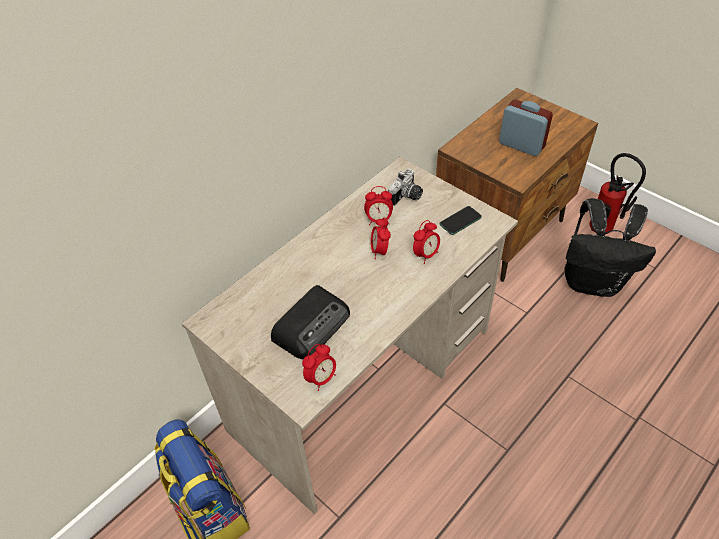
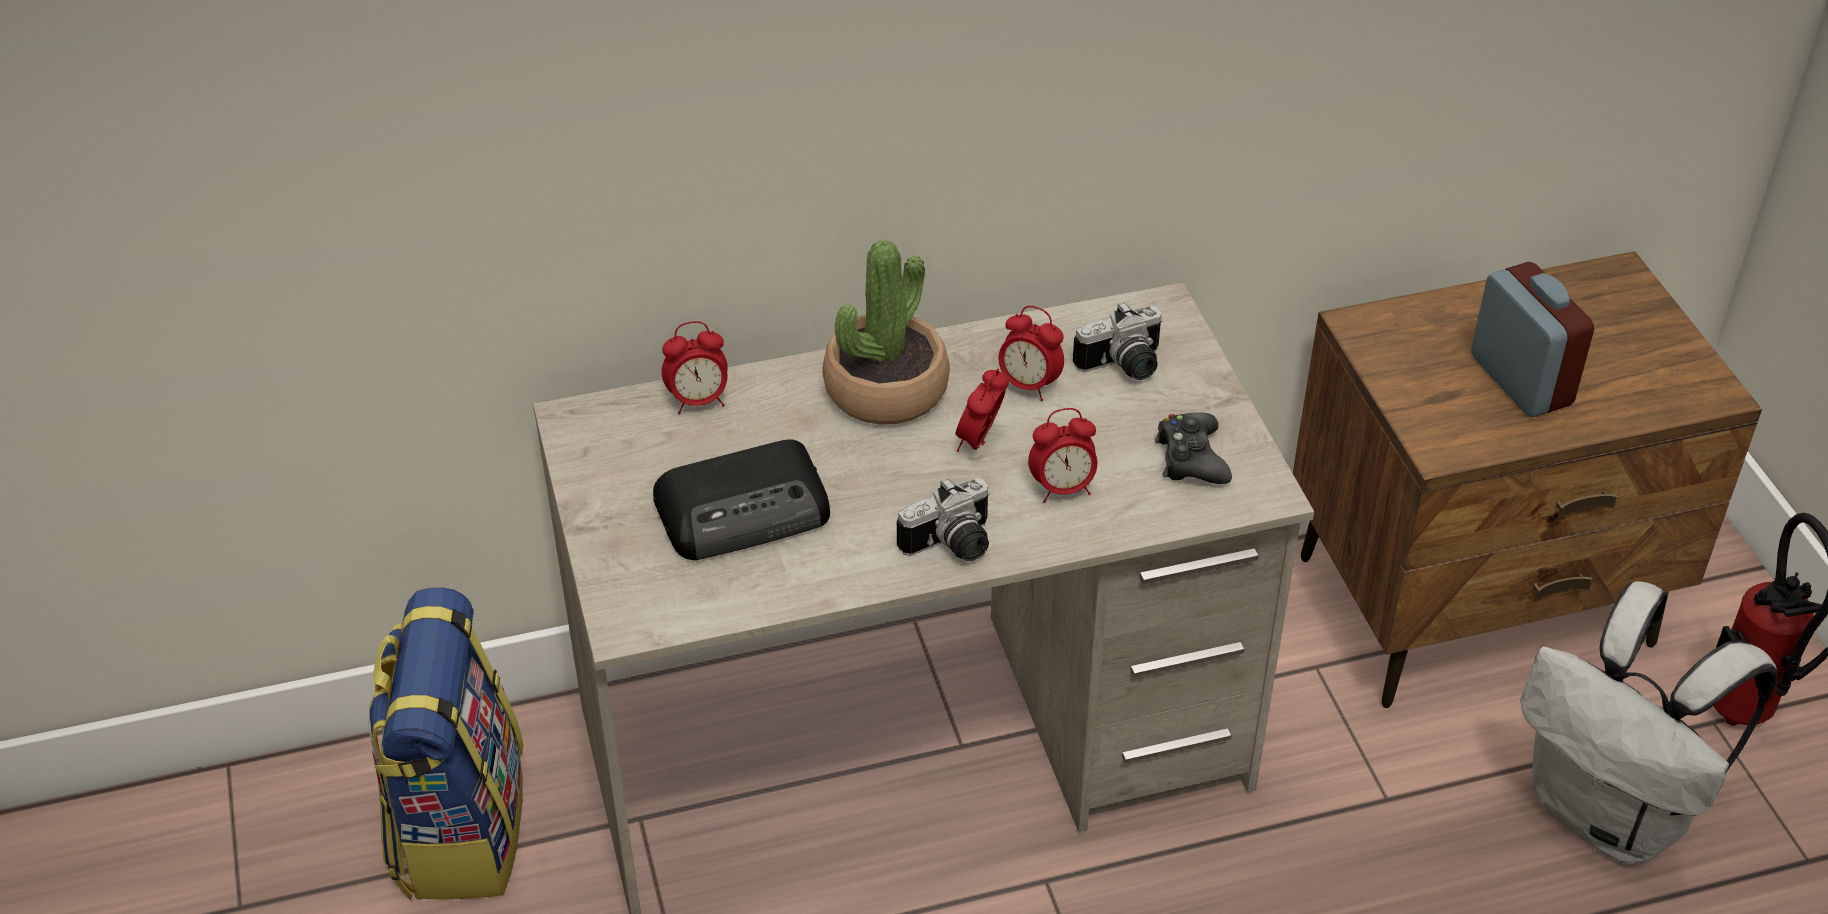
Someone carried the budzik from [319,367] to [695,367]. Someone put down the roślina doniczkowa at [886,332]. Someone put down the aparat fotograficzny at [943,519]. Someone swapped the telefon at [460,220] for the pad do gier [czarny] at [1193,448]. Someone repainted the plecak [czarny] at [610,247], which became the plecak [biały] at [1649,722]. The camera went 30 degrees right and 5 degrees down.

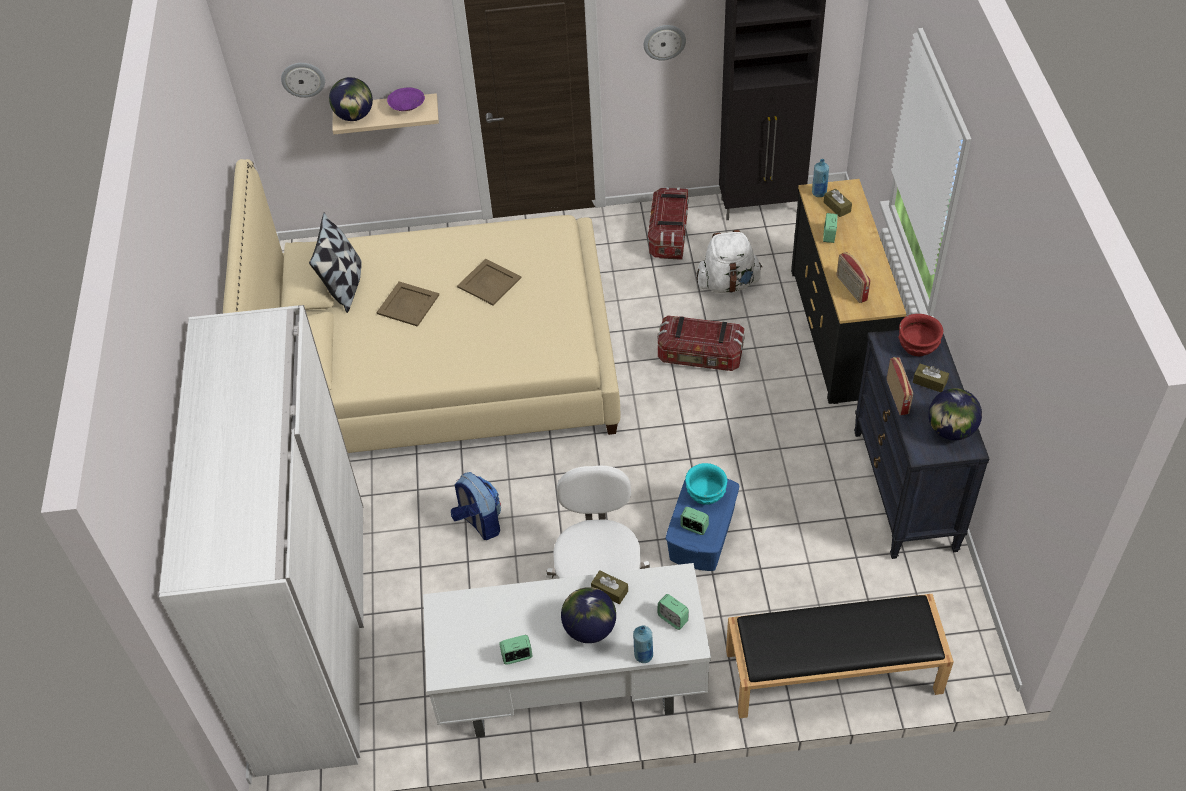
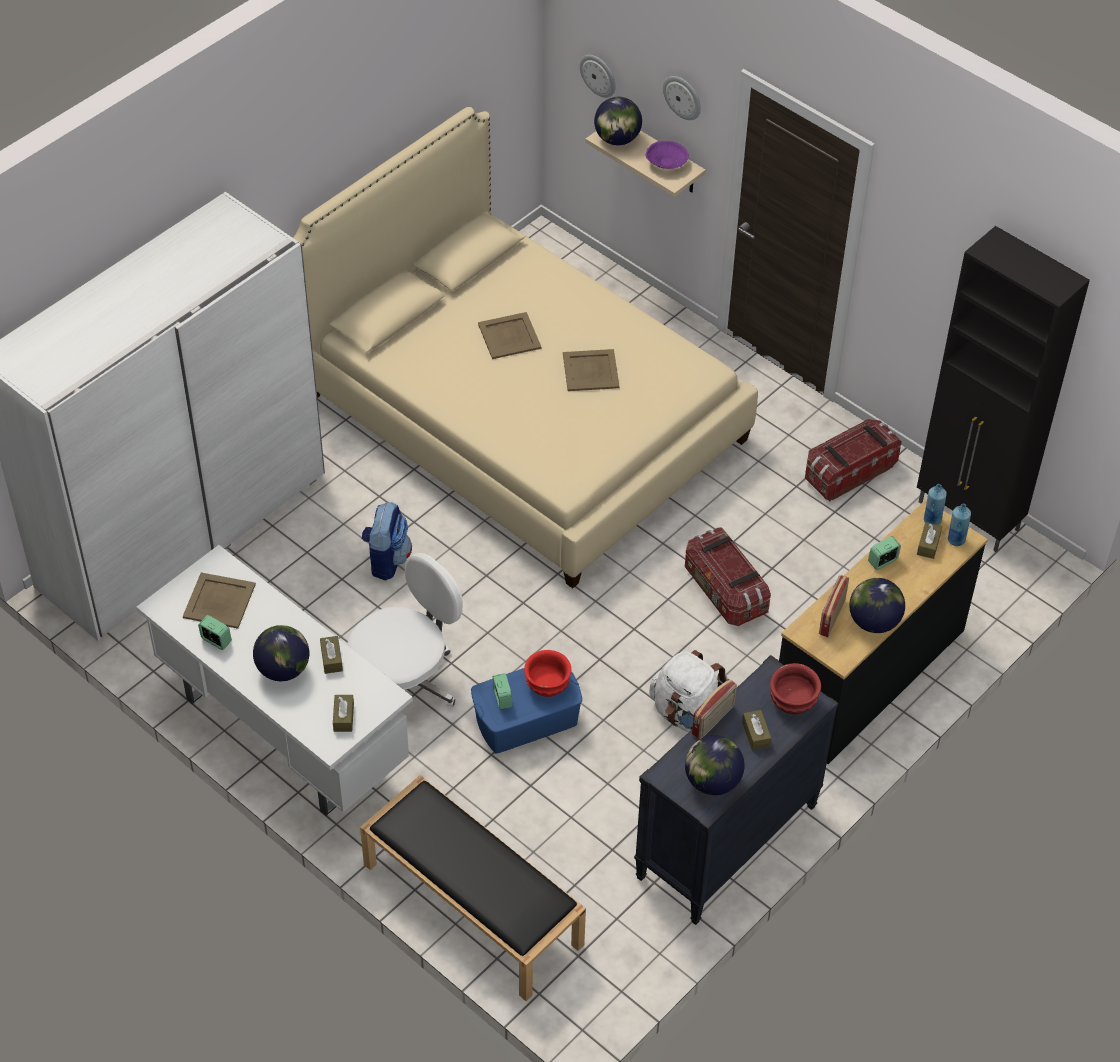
Someone put down the taca [beżowy] at [219,600]. Someone swapped the budzik at [673,612] for the pudełko chusteczek [brązowy] at [343,713]. Someone repainted the miska [turkusowy] at [706,484], which became the miska [czerwony] at [547,673]. Someone carried the plecak [biały] from [729,261] to [688,691]. Someone carried the zegar ścienny from [665,43] to [682,98]. Someone put down the globus at [877,605]. Someone carried the butelka [niebieski] from [643,644] to [959,525]. Someone took away the poduszka at [335,263]. The camera went 45 degrees right and 0 degrees up.

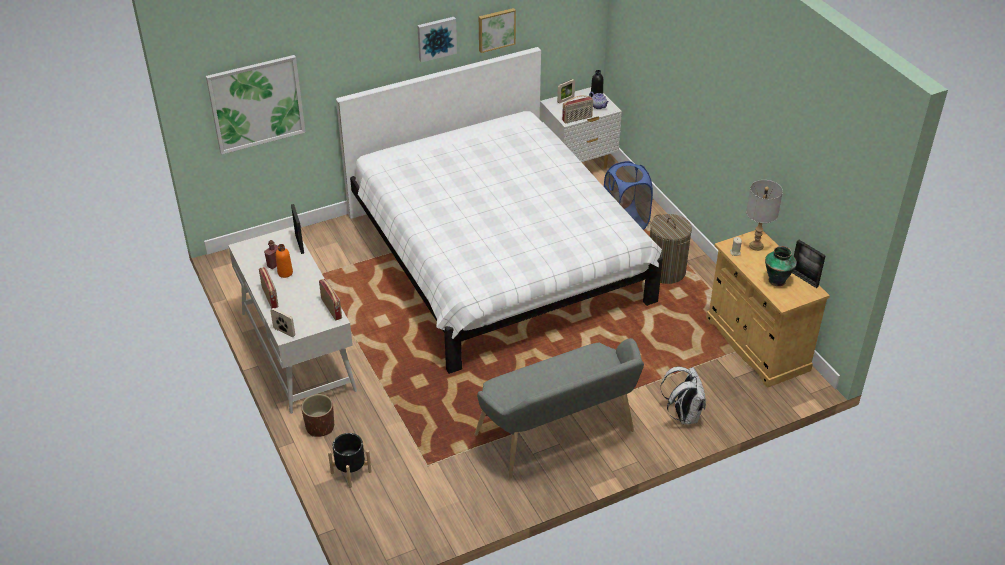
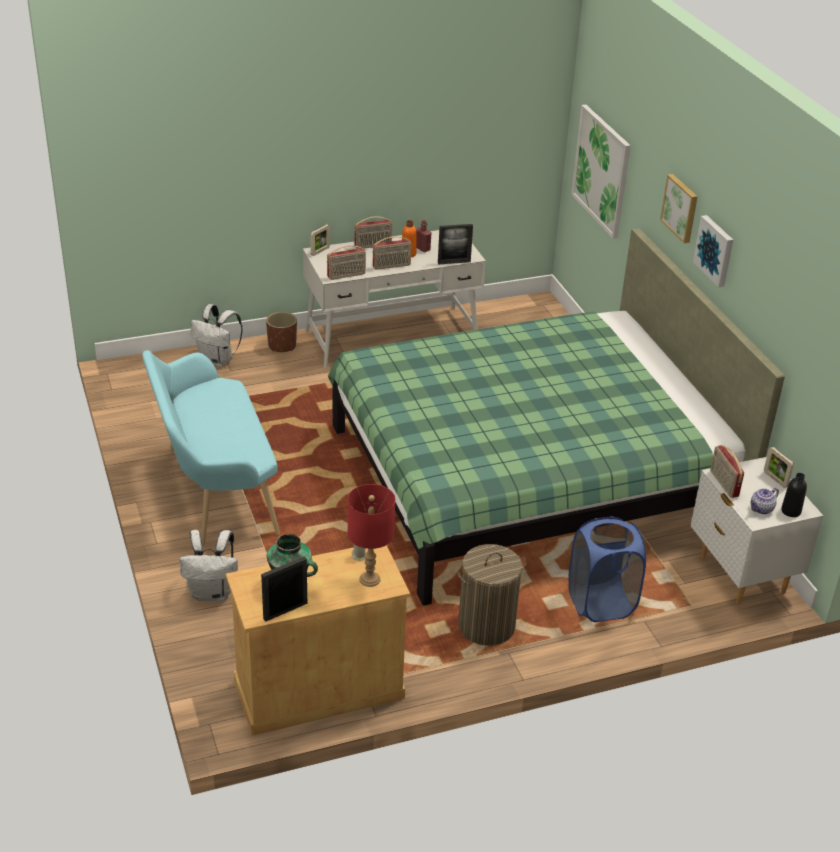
Someone repainted the ławka [szary] at [559,408], which became the ławka [turkusowy] at [211,448]. Someone swapped the donica [czarny] at [350,460] for the plecak [biały] at [217,335]. Someone repainted the łóżko [biały] at [499,210], which became the łóżko [zielony] at [556,417]. Someone repainted the lampa stołowa [szary] at [764,215], which became the lampa stołowa [czerwony] at [371,535]. Someone put down the radio at [391,253]. Someone carried the obraz from [497,30] to [679,208]. The camera went 95 degrees right and 5 degrees down.

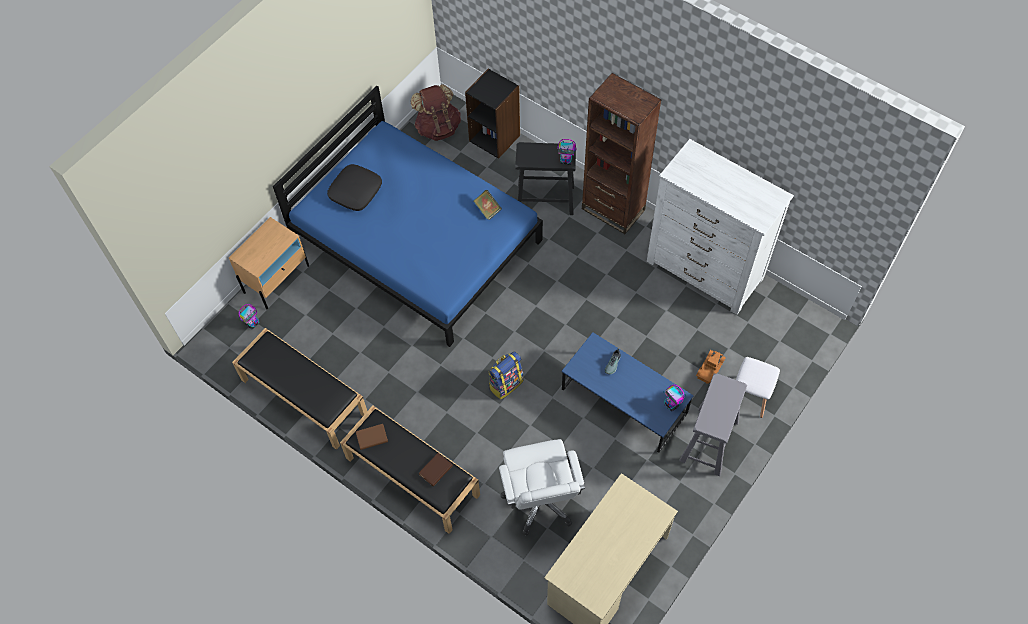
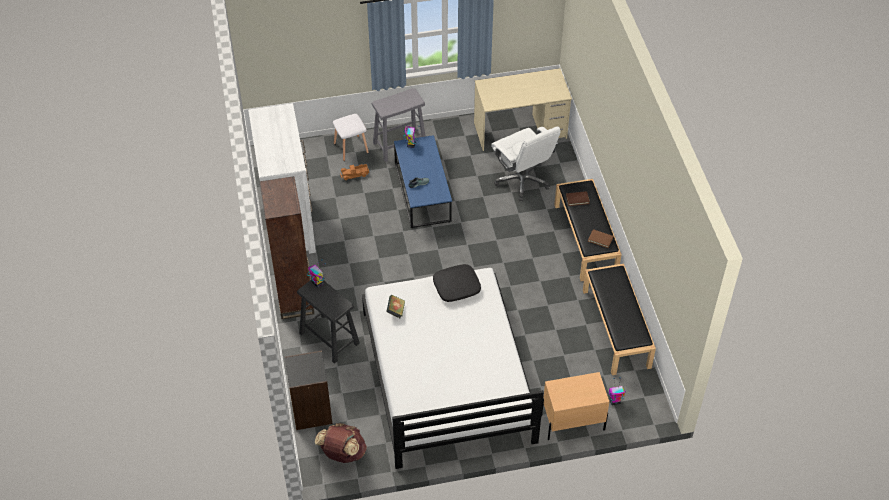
Someone repainted the łóżko [niebieski] at [408,216], which became the łóżko [biały] at [453,368]. Someone carried the poduszka [czarny] from [354,187] to [457,283]. Someone rotated the krzesło biurowe [biały] at [542,487] by 120 degrees clockwise. Someone took away the plecak at [506,376]. The camera went 140 degrees left and 10 degrees down.

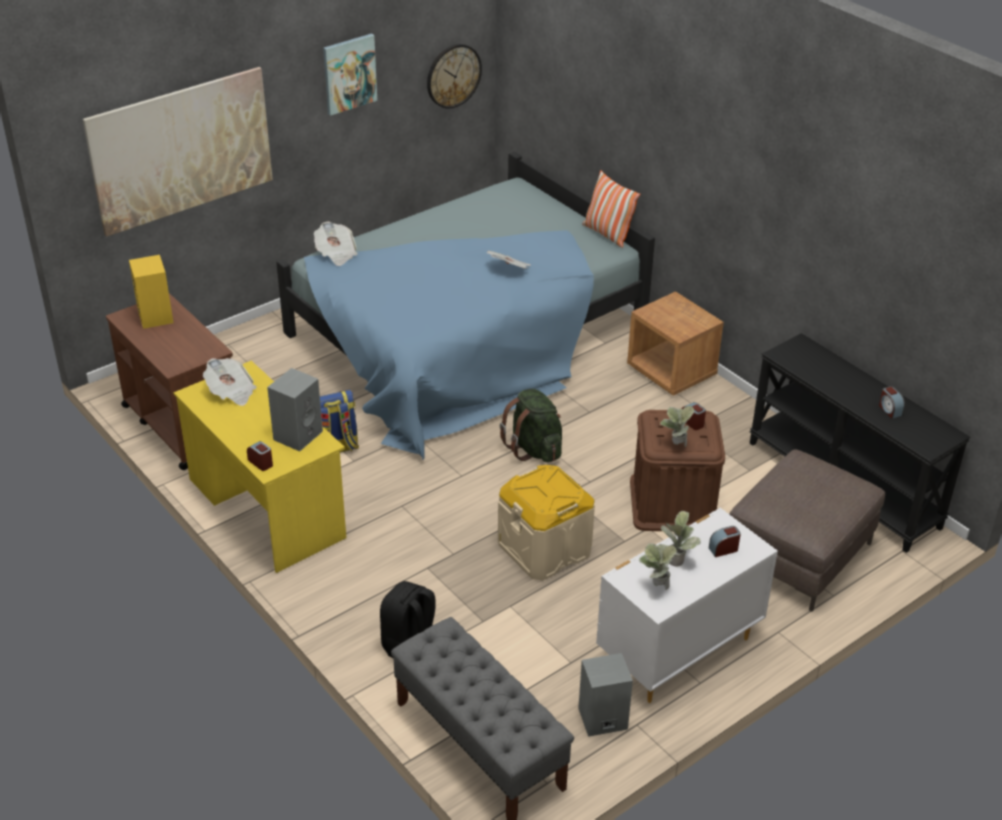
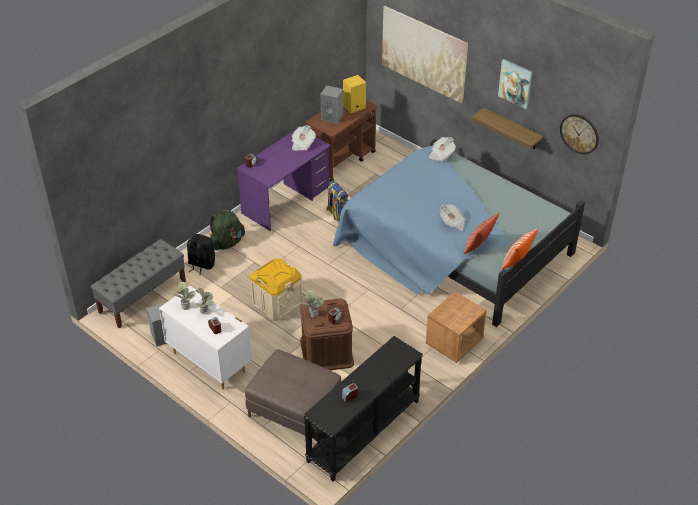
Someone carried the plecak [zielony] from [531,425] to [227,230]. Someone repainted the biurko [żółty] at [259,467], which became the biurko [fioletowy] at [284,179]. Someone carried the głośnik [szary] from [295,410] to [332,104]. Someone put down the poduszka at [481,233]. Someone put up the półka at [507,128]. The camera went 80 degrees right and 5 degrees up.

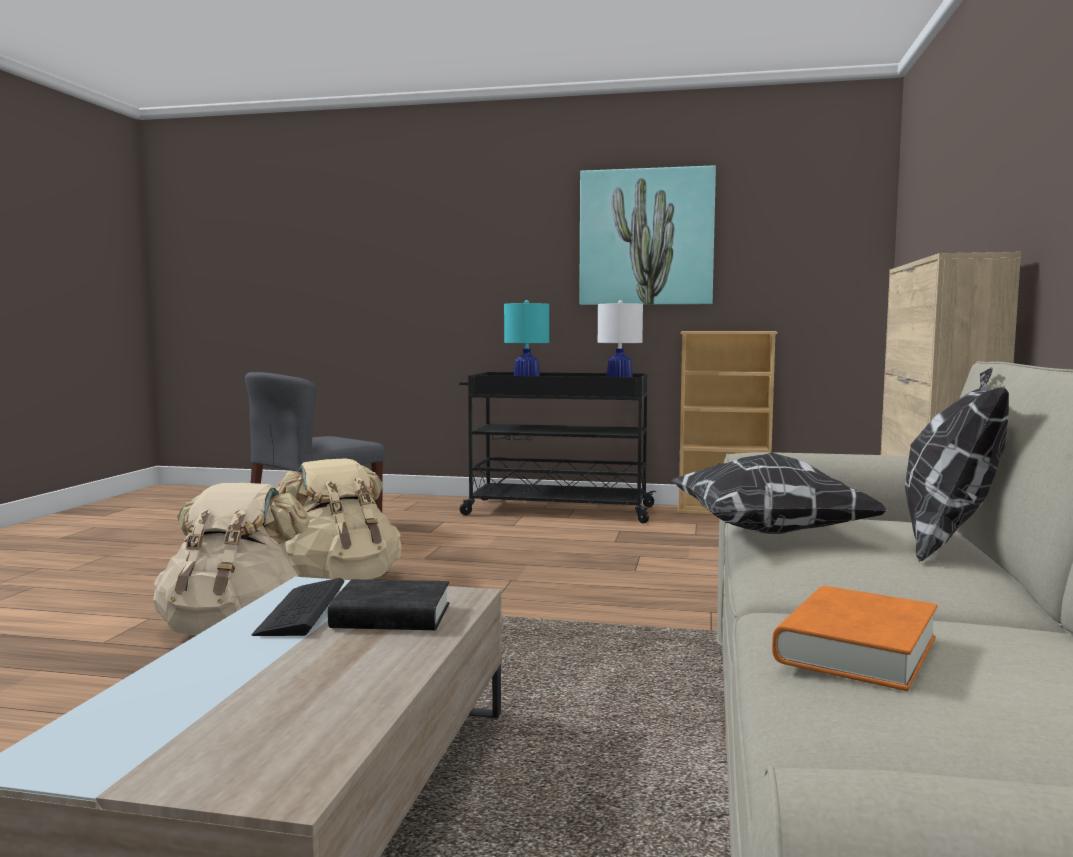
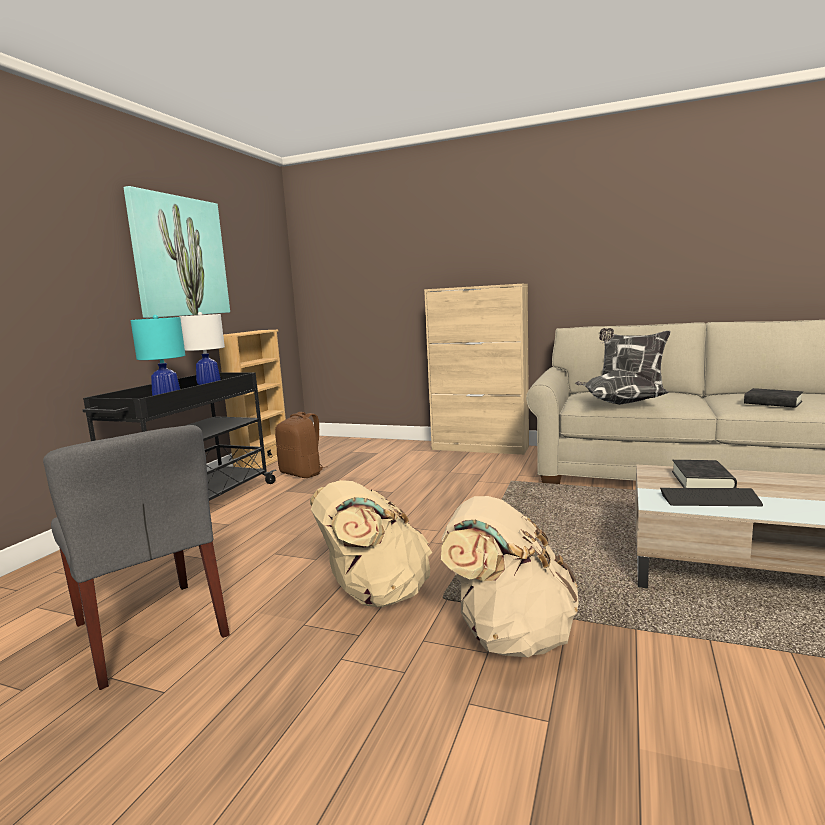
Someone put down the plecak [brązowy] at [301,445]. Someone repainted the książka [pomarańczowy] at [855,638], which became the książka [czarny] at [773,398]. The camera went 80 degrees left and 5 degrees up.

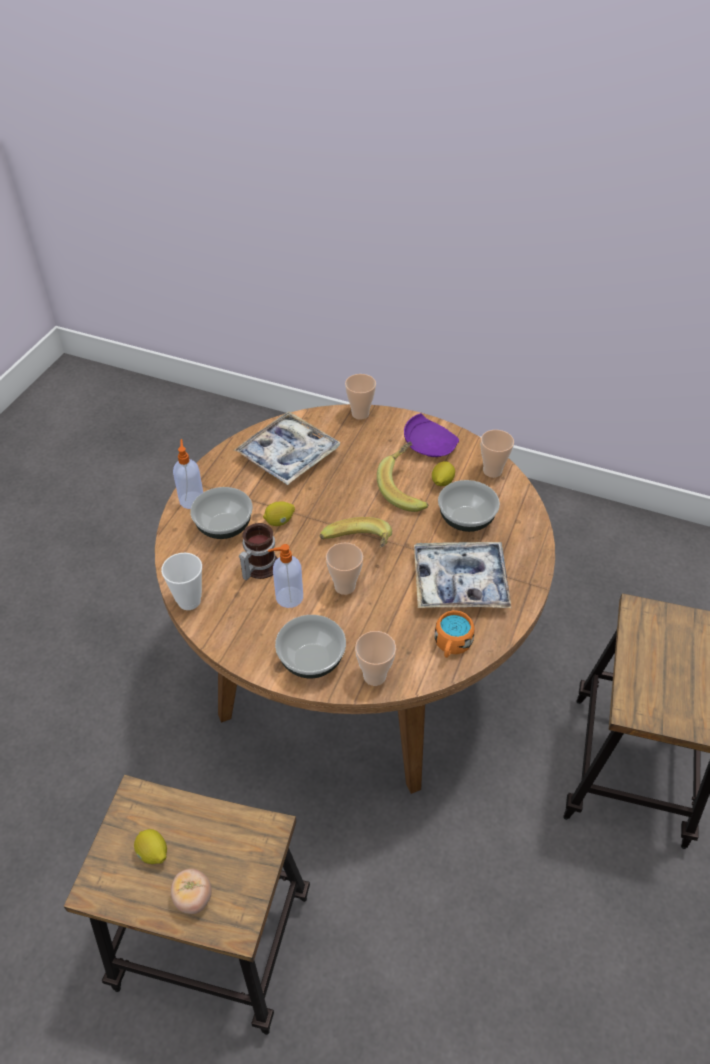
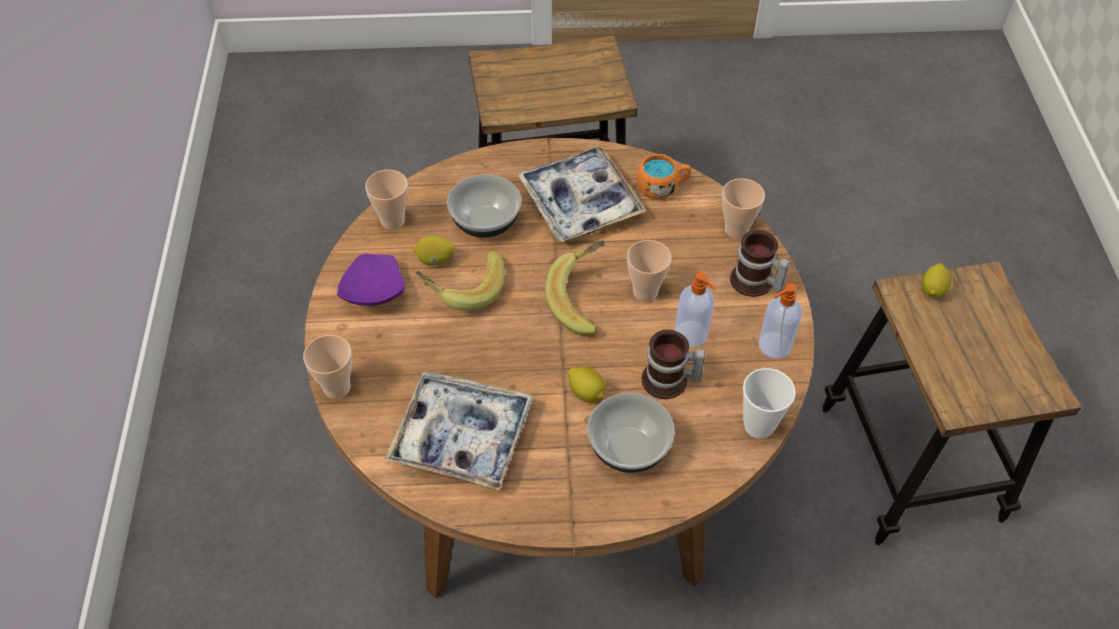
Someone swapped the miska at [310,646] for the kubek at [760,263]. Someone carried the dozownik mydła from [188,474] to [780,321]. Someone carried the cytryna from [150,846] to [937,280]. Someone took away the pomidor at [191,891]. The camera went 115 degrees left and 5 degrees up.

